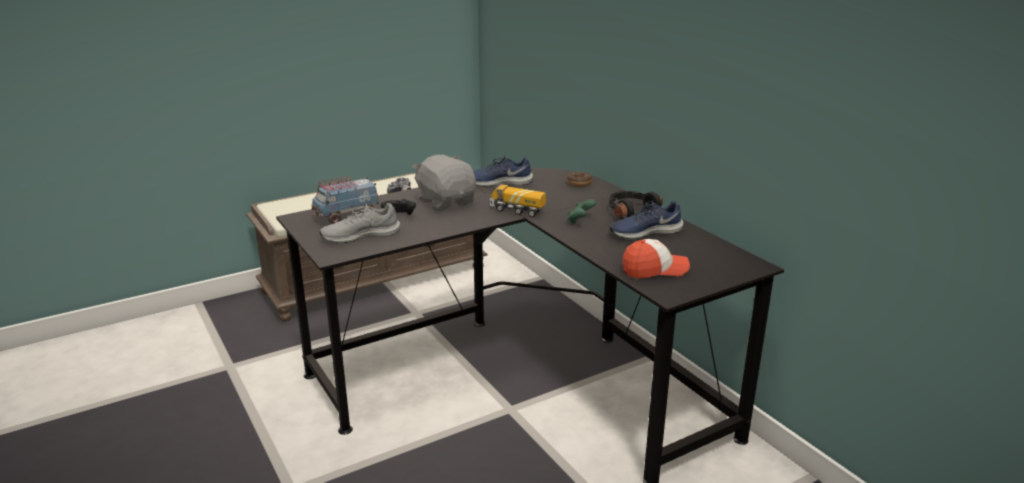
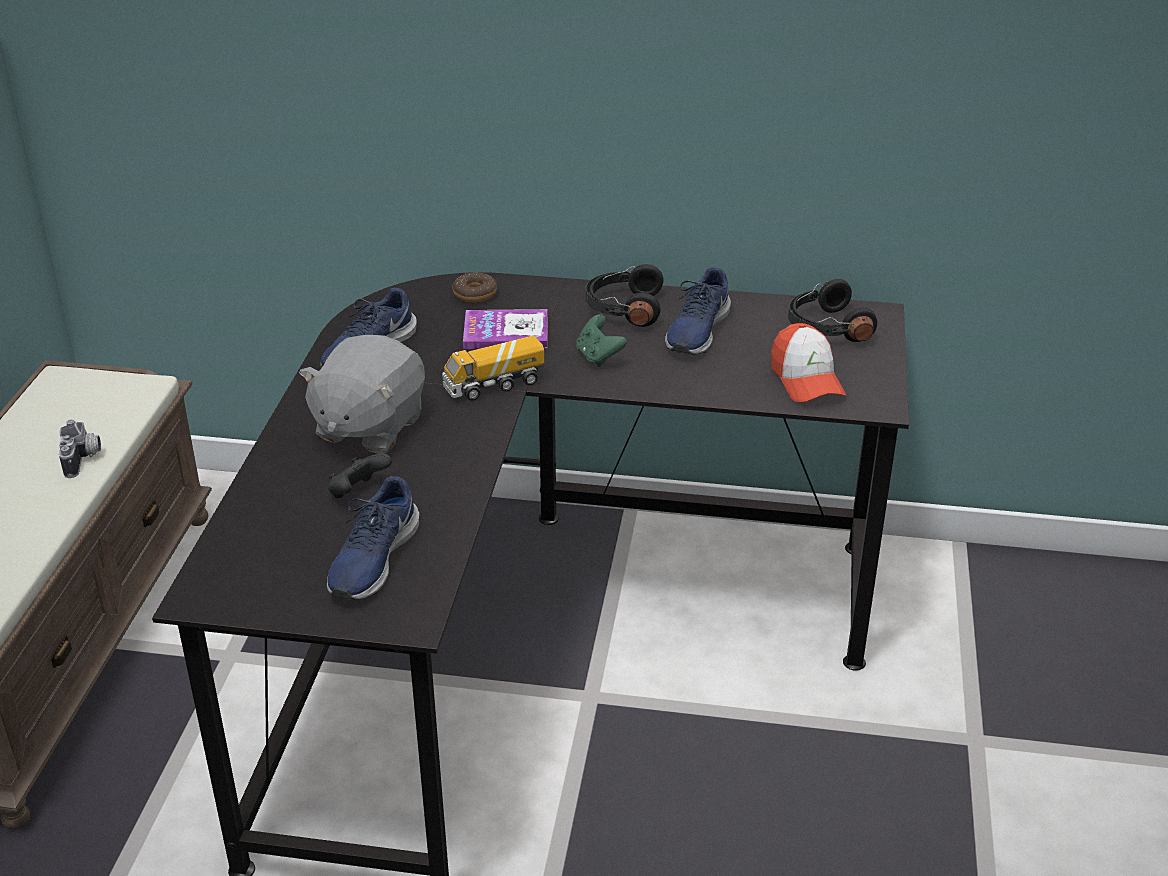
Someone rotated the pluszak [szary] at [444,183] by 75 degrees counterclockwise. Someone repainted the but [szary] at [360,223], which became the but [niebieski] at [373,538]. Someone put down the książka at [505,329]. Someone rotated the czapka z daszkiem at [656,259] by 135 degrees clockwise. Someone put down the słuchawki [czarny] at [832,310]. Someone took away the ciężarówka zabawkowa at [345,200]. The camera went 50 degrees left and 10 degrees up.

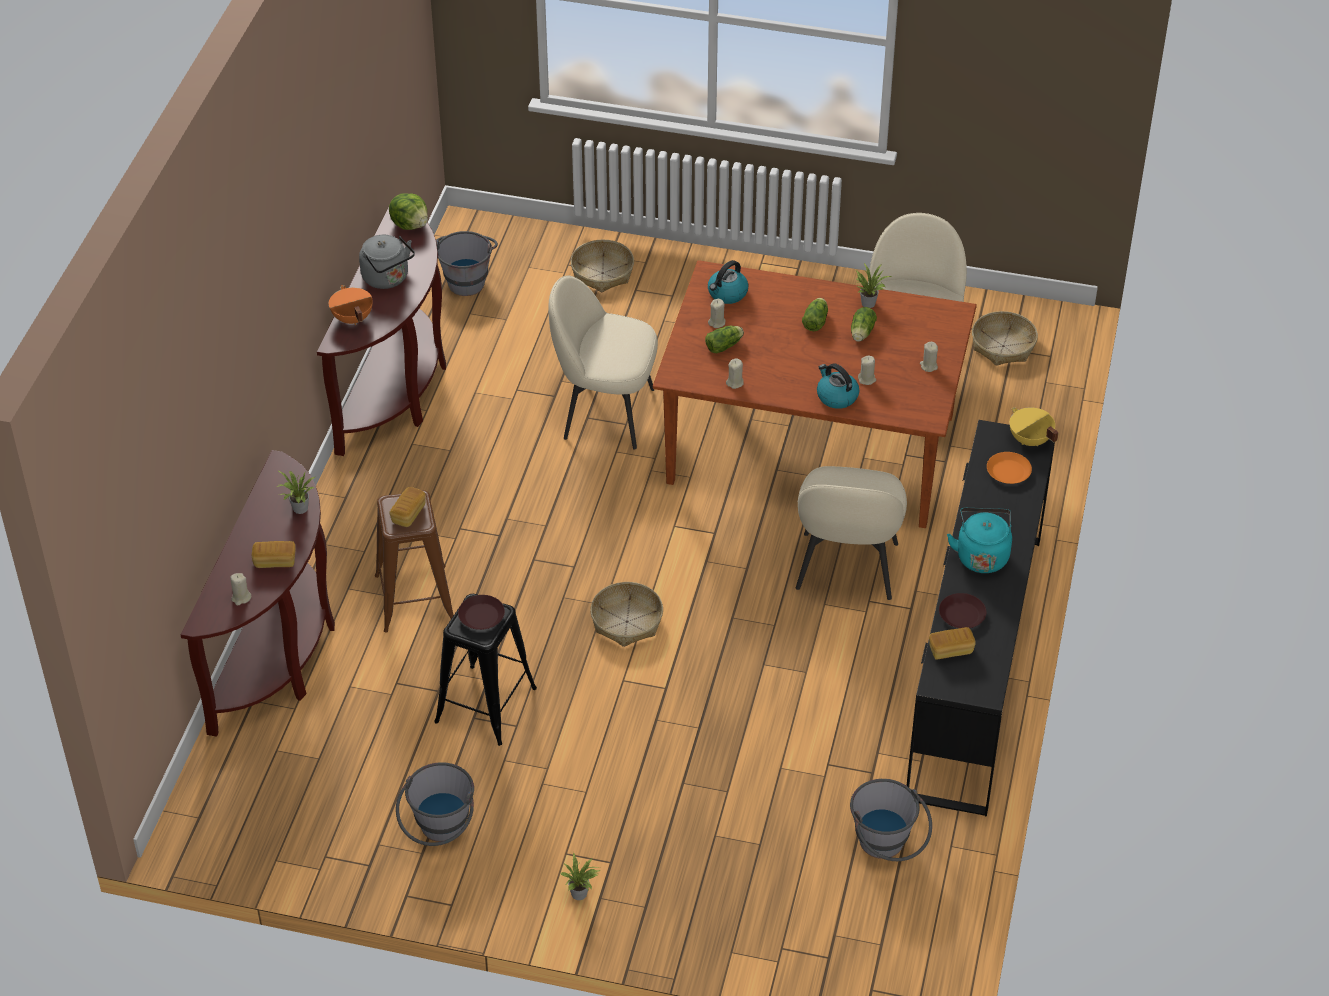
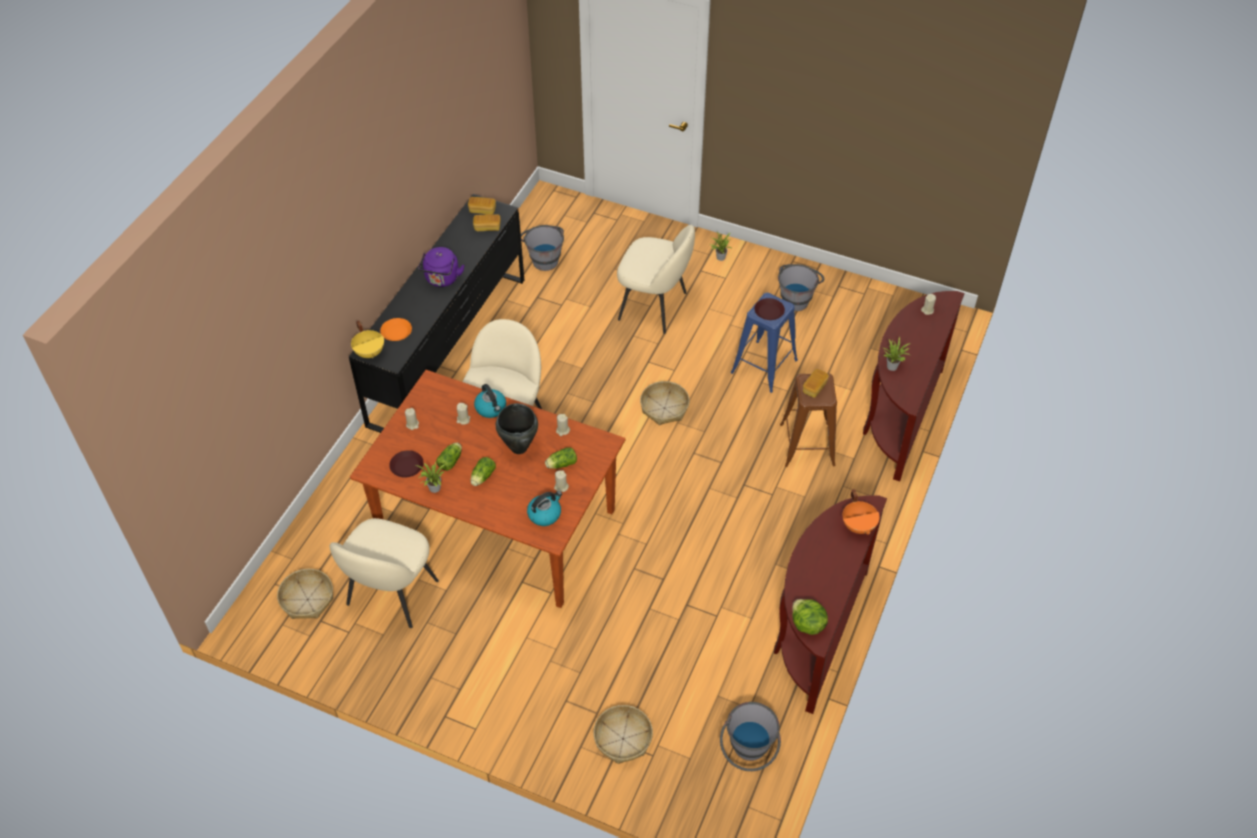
Someone carried the talerz [brązowy] from [962,610] to [406,463]. Someone repainted the czajnik [turkusowy] at [979,540], which became the czajnik [fioletowy] at [441,267]. Someone carried the chleb from [274,554] to [482,205]. Someone put down the garnek [czarny] at [517,428]. Someone carried the krzesło [beżowy] from [603,363] to [656,279]. Someone repainted the stołek [czarny] at [485,670], which became the stołek [niebieski] at [764,343]. Someone took away the czajnik [szary] at [387,262]. The camera went 170 degrees left and 5 degrees up.

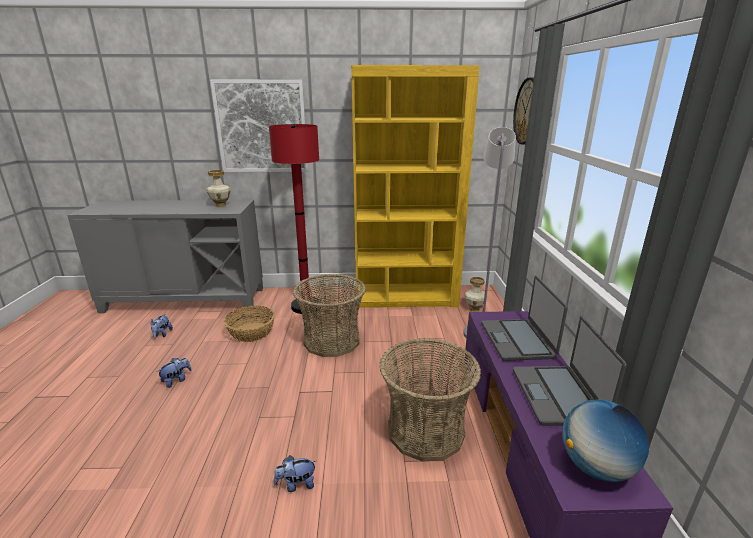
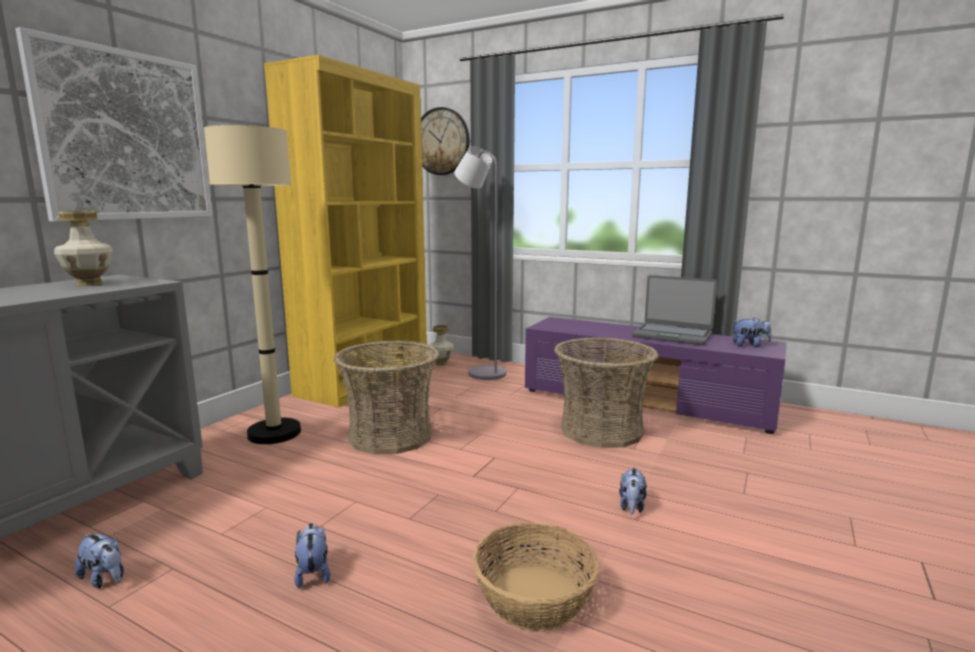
Someone repainted the lampa stojąca [czerwony] at [295,219], which became the lampa stojąca [beżowy] at [252,284]. Someone carried the koszyk from [249,324] to [536,576]. Someone swapped the globus at [605,440] for the pluszak at [752,332]. Someone took away the laptop at [524,318]. The camera went 60 degrees left and 10 degrees down.

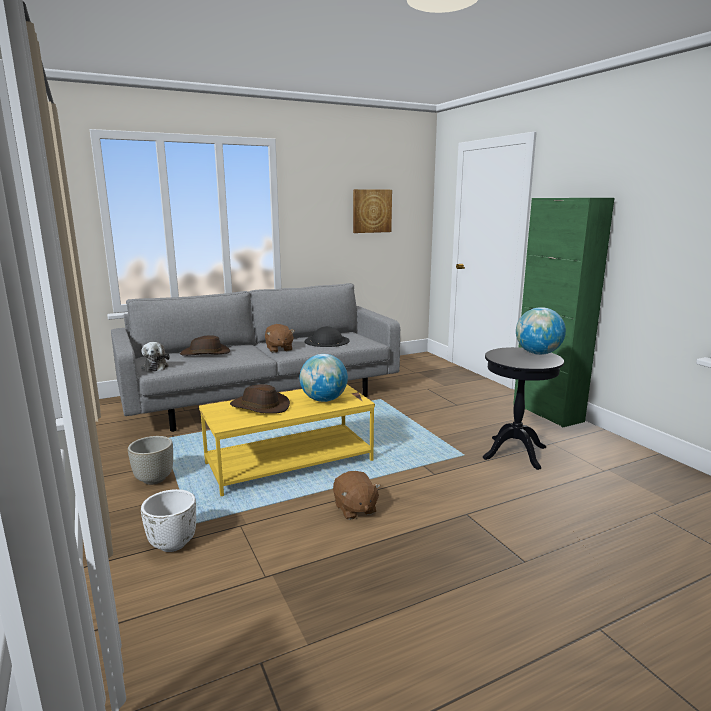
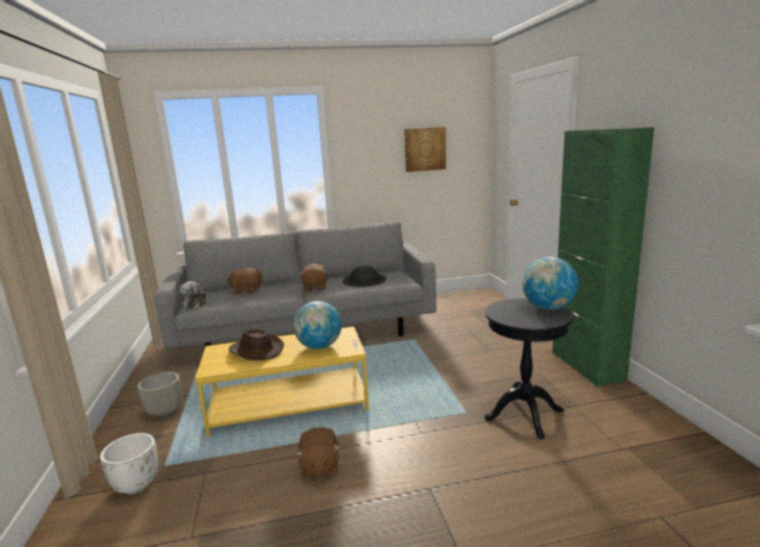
Someone swapped the kapelusz [brązowy] at [205,345] for the pluszak [brązowy] at [244,281]. The camera went 15 degrees right and 0 degrees up.

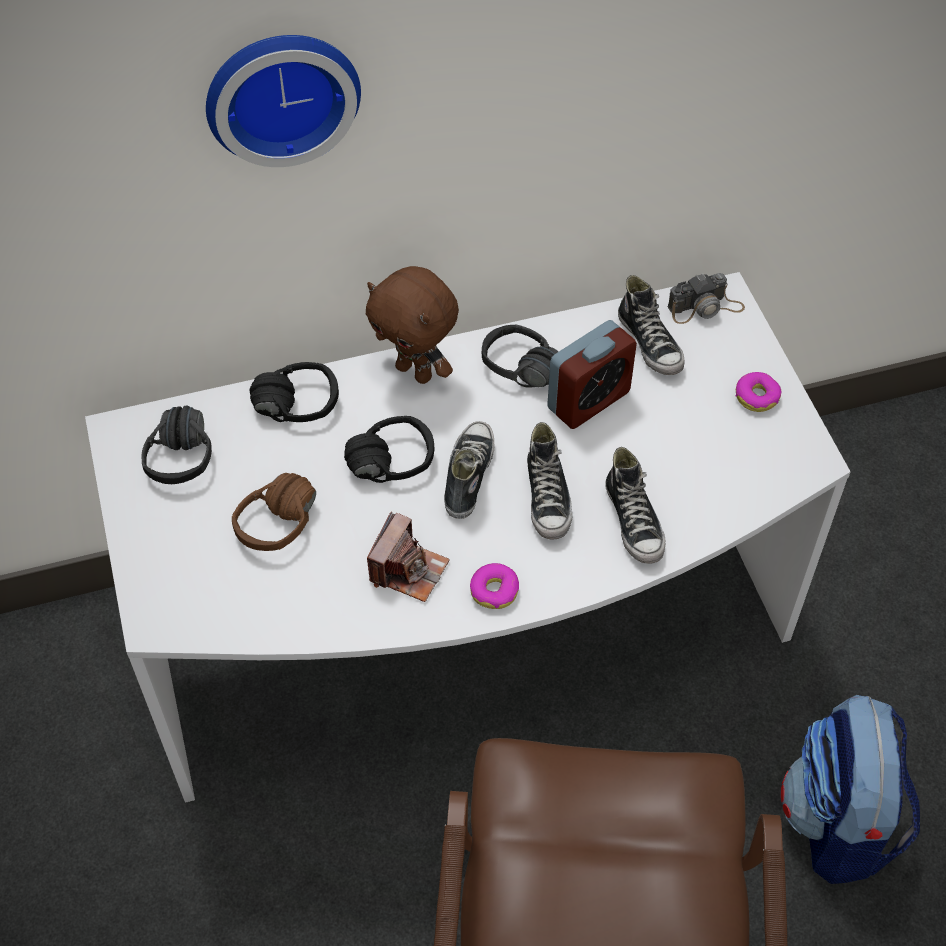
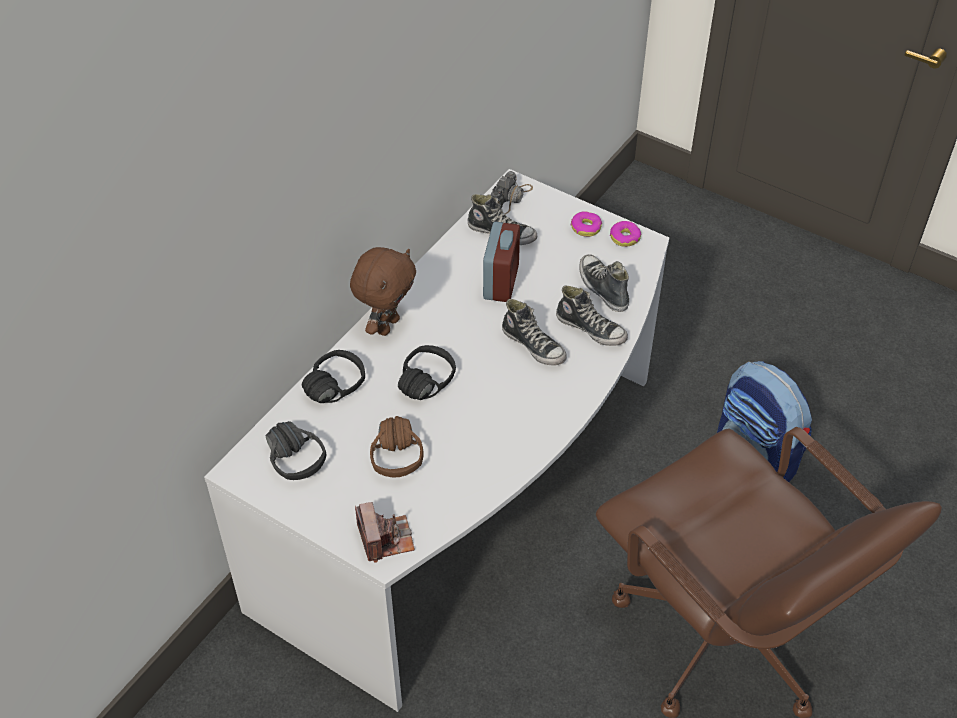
Someone rotated the pluszak [brązowy] at [412,325] by 60 degrees counterclockwise. Someone carried the aparat fotograficzny from [408,556] to [385,532]. Someone carried the but from [469,470] to [604,283]. Someone carried the donut from [494,586] to [625,234]. Someone took away the zegar ścienny at [283,101]. Someone took away the słuchawki [czarny] at [520,356]. The camera went 40 degrees left and 5 degrees down.

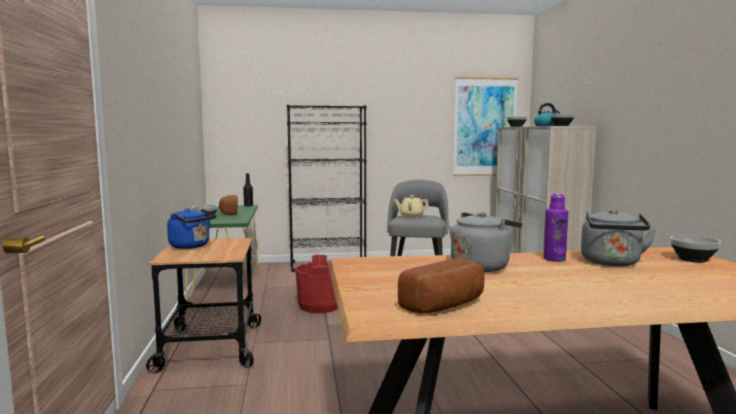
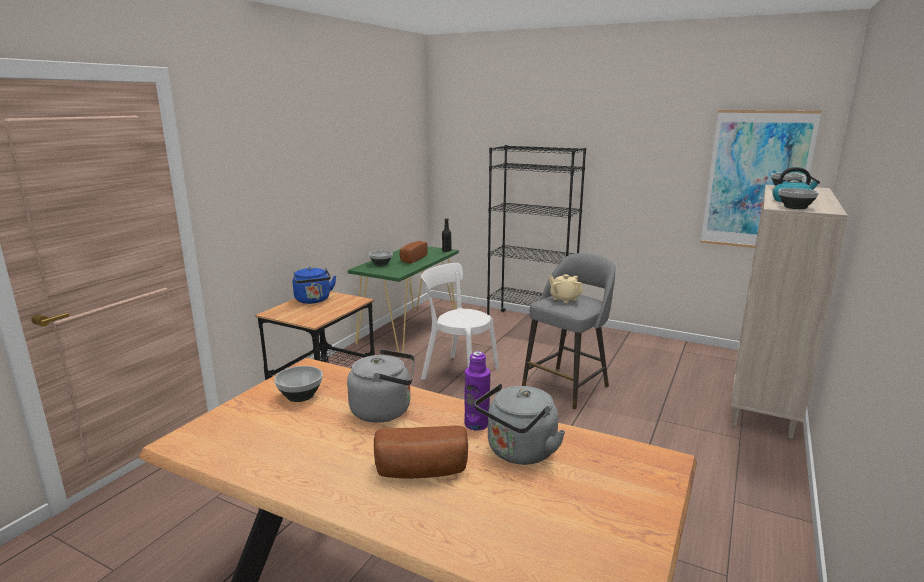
Someone carried the miska from [695,249] to [298,384]. Someone carried the chleb from [441,286] to [421,452]. Someone swapped the wiadro [czerwony] at [316,283] for the krzesło [biały] at [460,321]. The camera went 35 degrees right and 10 degrees up.

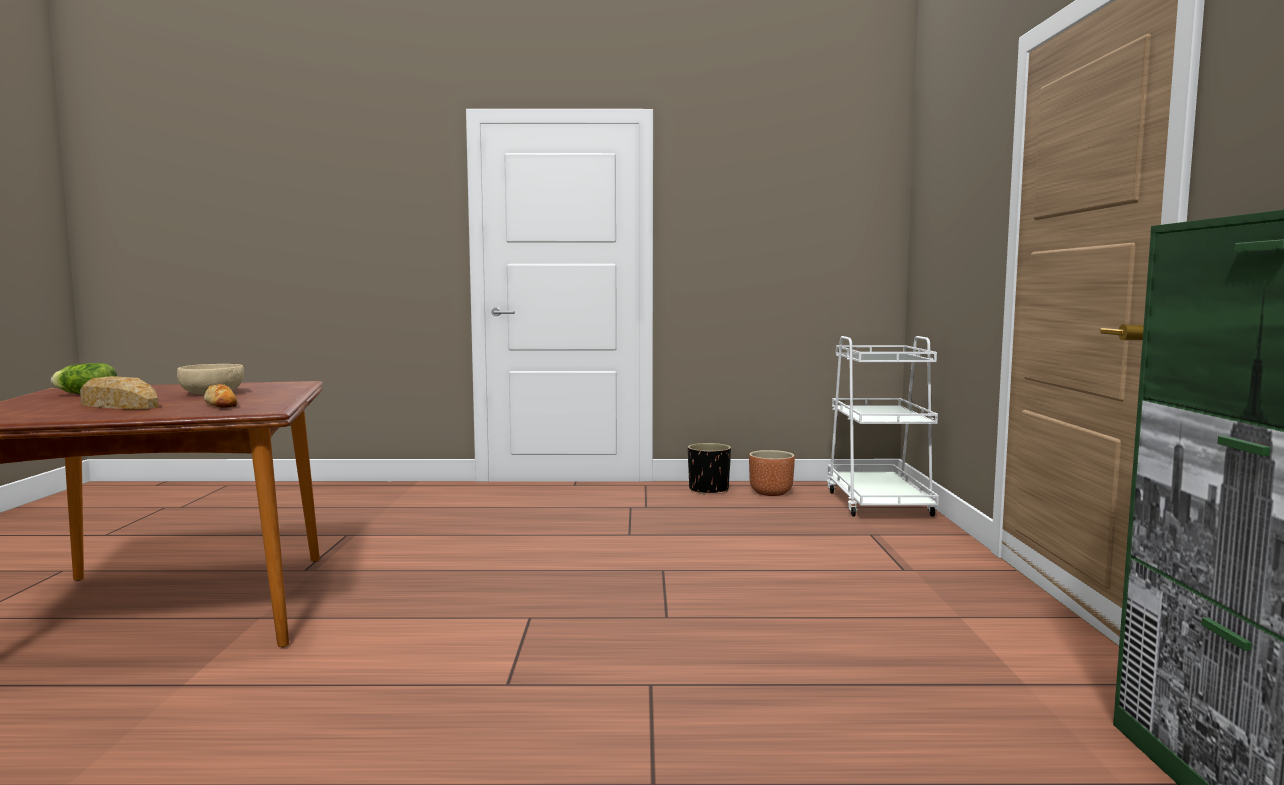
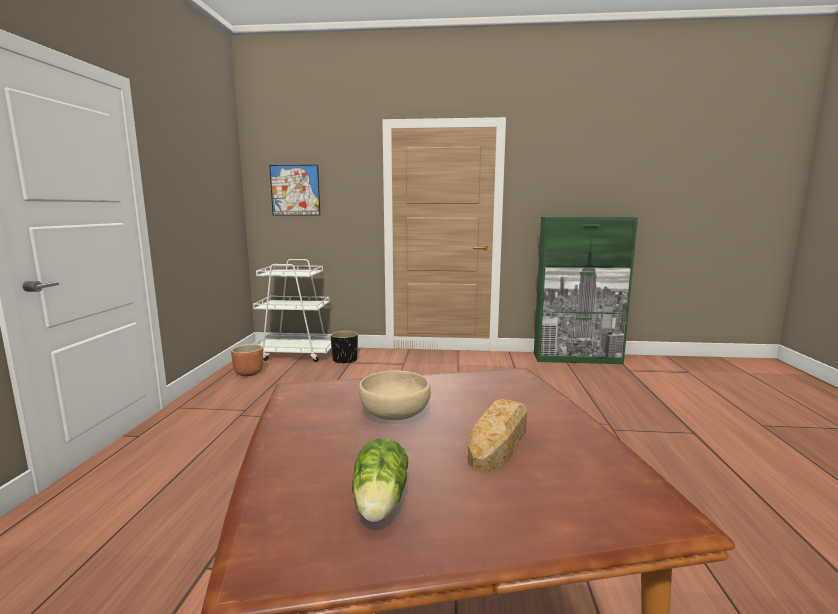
Someone put up the obraz at [294,190]. Someone carried the donica [czarny] from [709,469] to [344,347]. Someone took away the chleb at [220,396]. The camera went 85 degrees left and 5 degrees up.

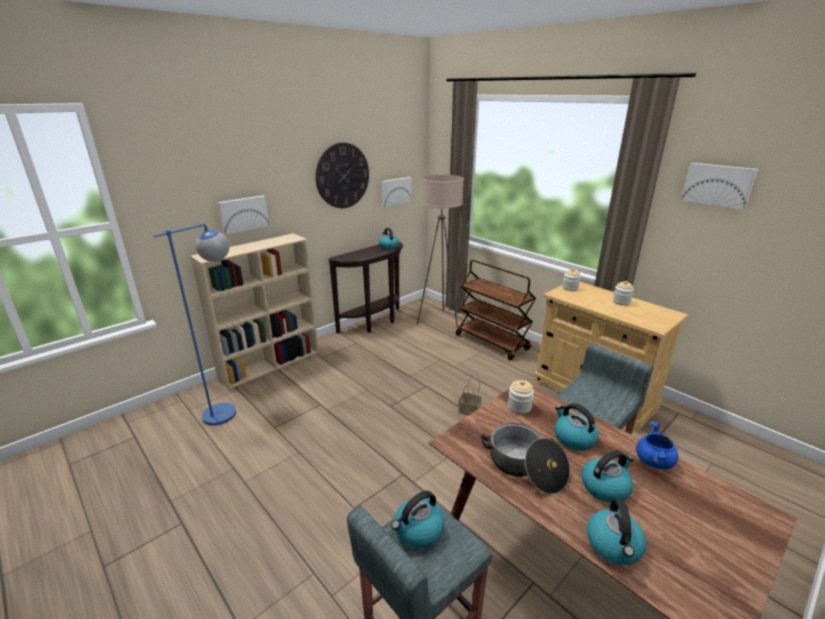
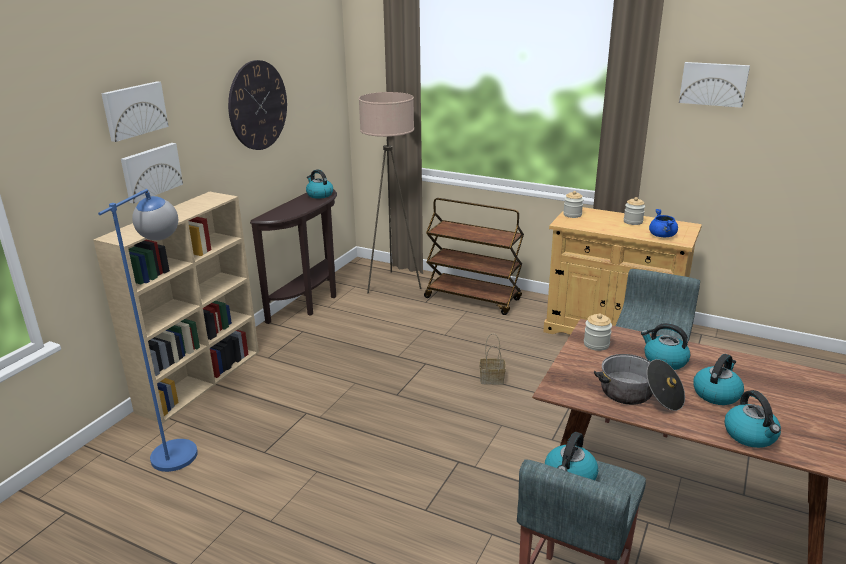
Someone carried the obraz from [397,192] to [135,111]. Someone carried the garnek [niebieski] from [657,445] to [663,223]. The camera went 20 degrees left and 0 degrees up.

